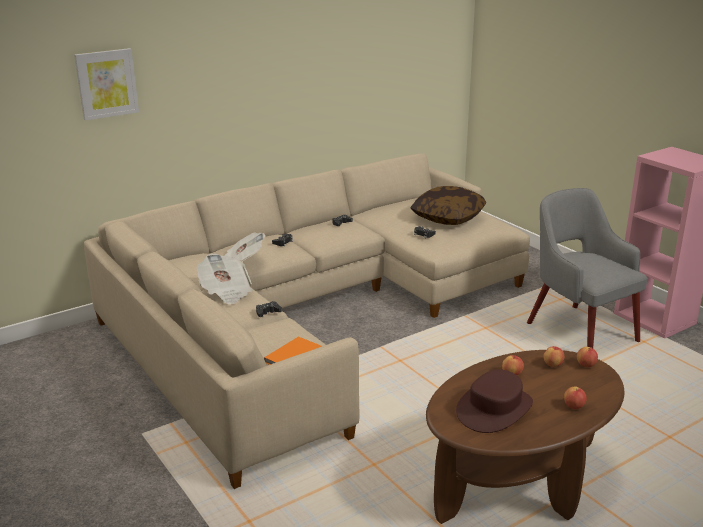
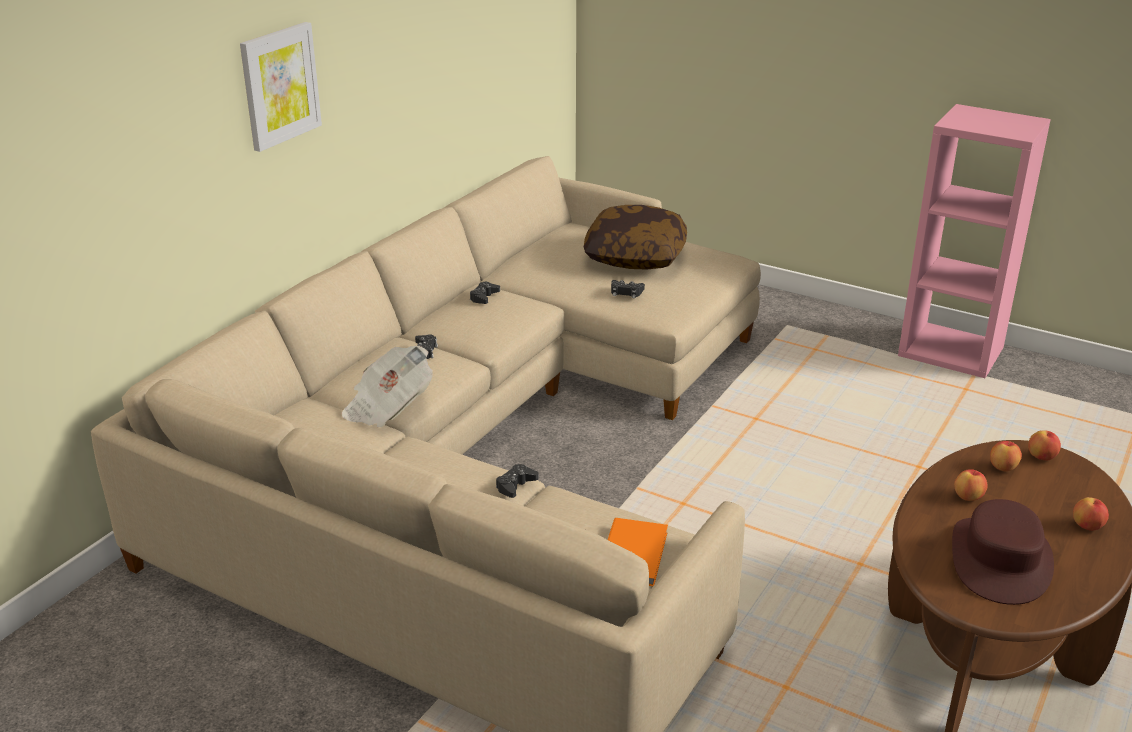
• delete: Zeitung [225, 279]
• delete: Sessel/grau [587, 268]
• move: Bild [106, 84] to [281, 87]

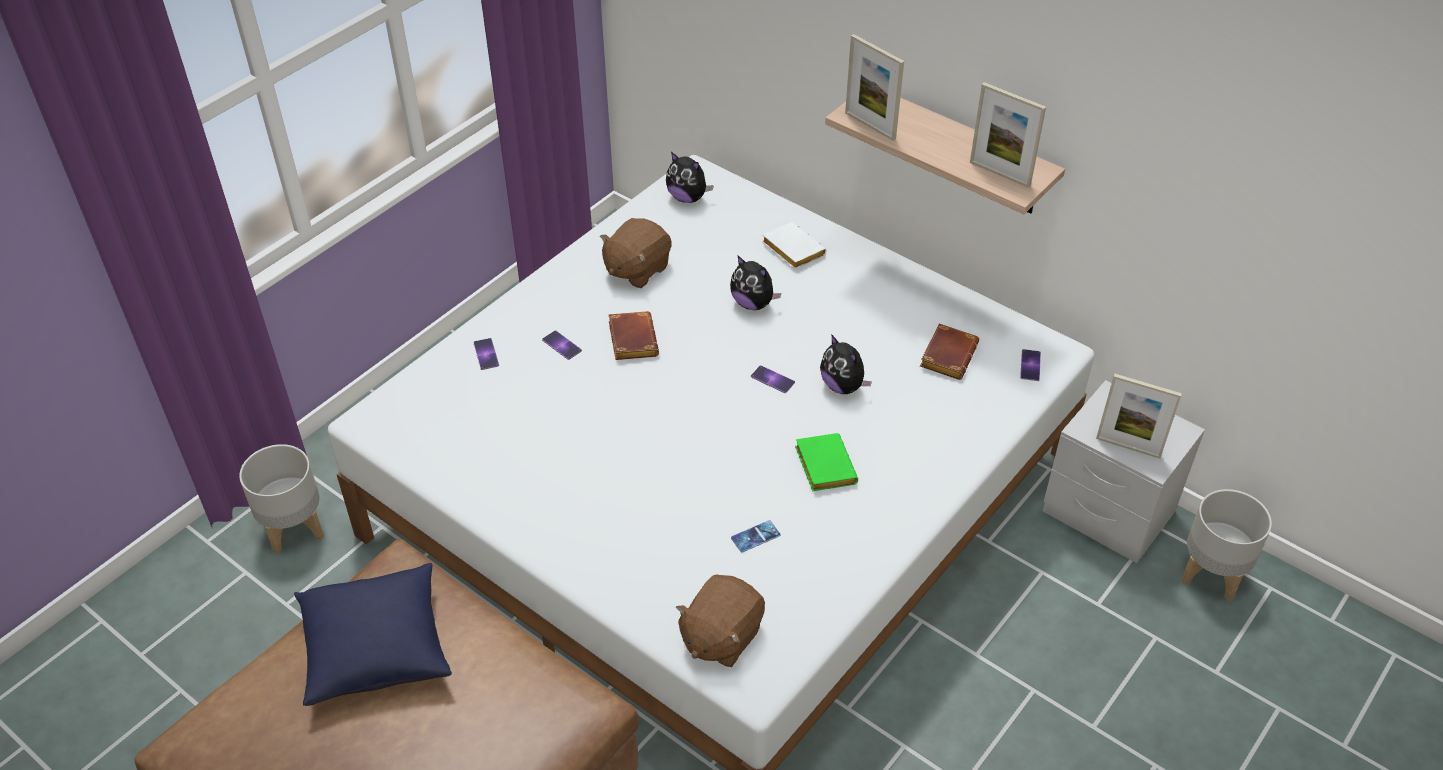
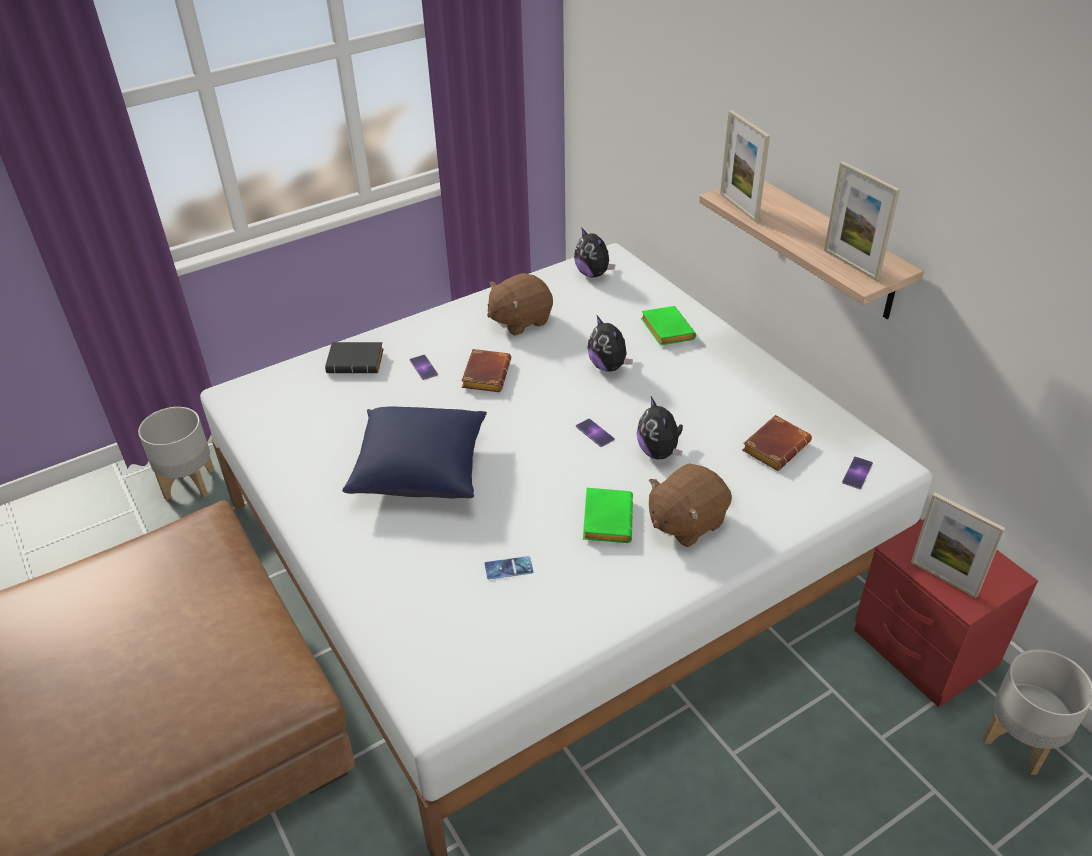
• move: Kissen/blau [373, 634] to [415, 452]
• move: Plüschtier/braun [720, 620] to [690, 505]
• replace: Handy [486, 354] to Buch/schwarz [354, 358]
• recolor: Buch/weiß [794, 245] to Buch/grün [668, 326]
• recolor: Nachttisch/grau [1124, 471] to Nachttisch/rot [946, 613]

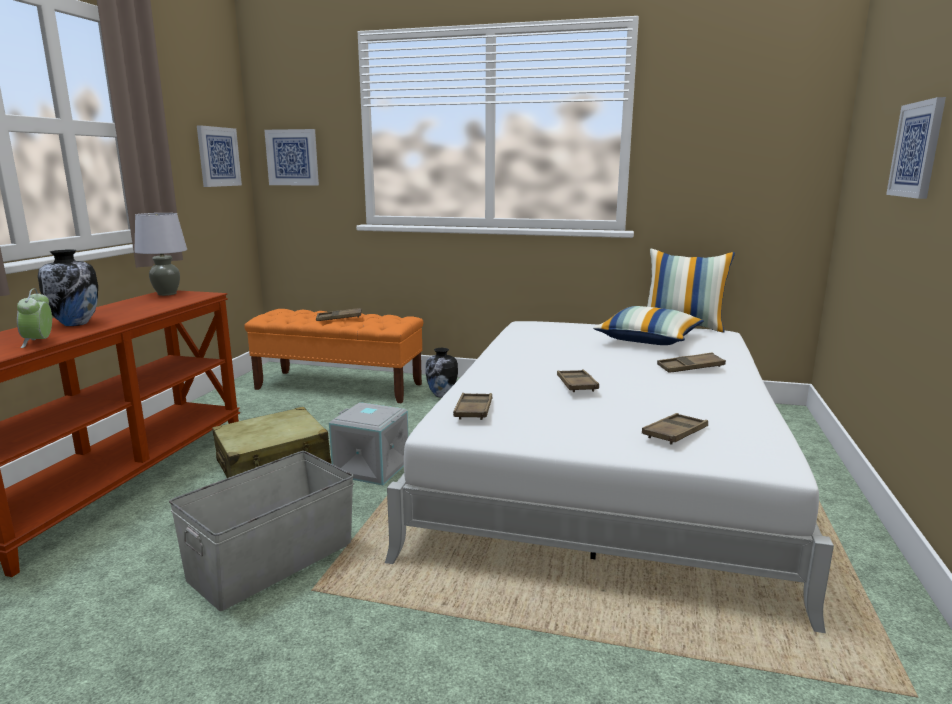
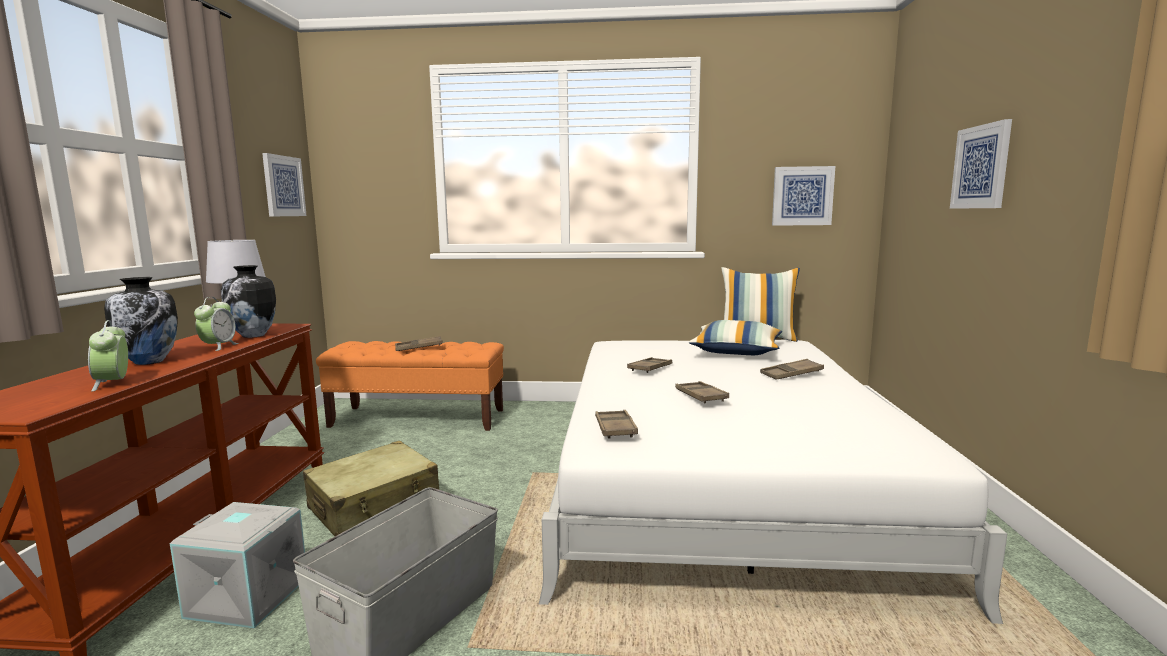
• insert: Wecker [216, 324]
• move: Bild [291, 157] to [803, 196]
• move: Aufbewahrungsbox/grau [368, 443] to [237, 565]
• move: Vase [441, 373] to [248, 301]
• move: Tablett/braun [675, 428] to [649, 365]

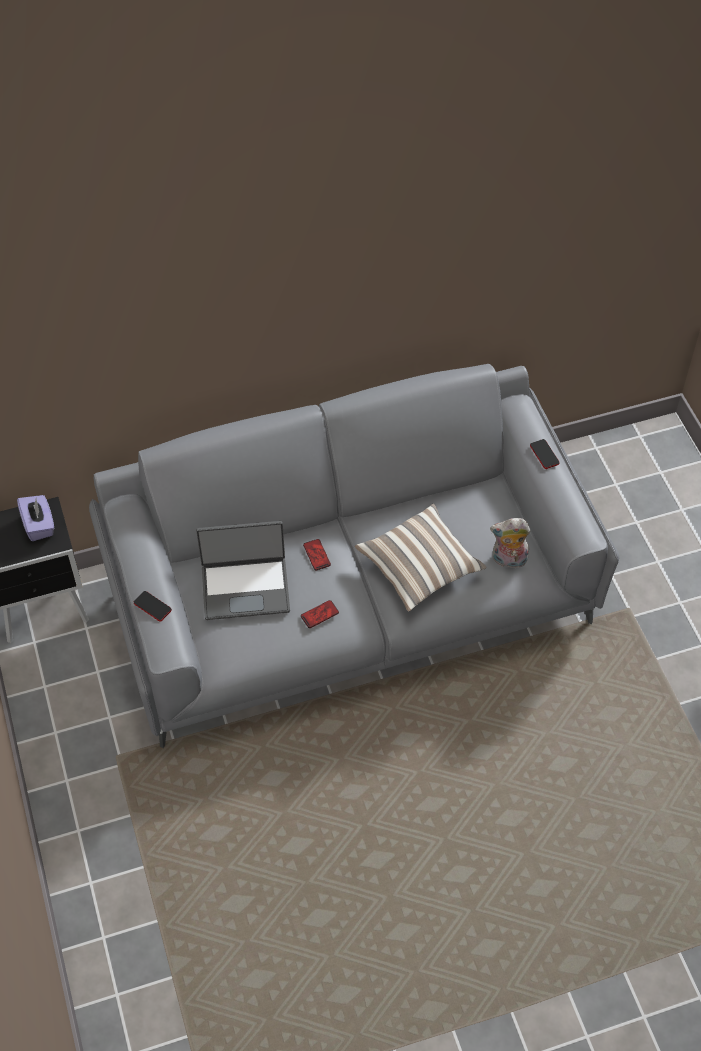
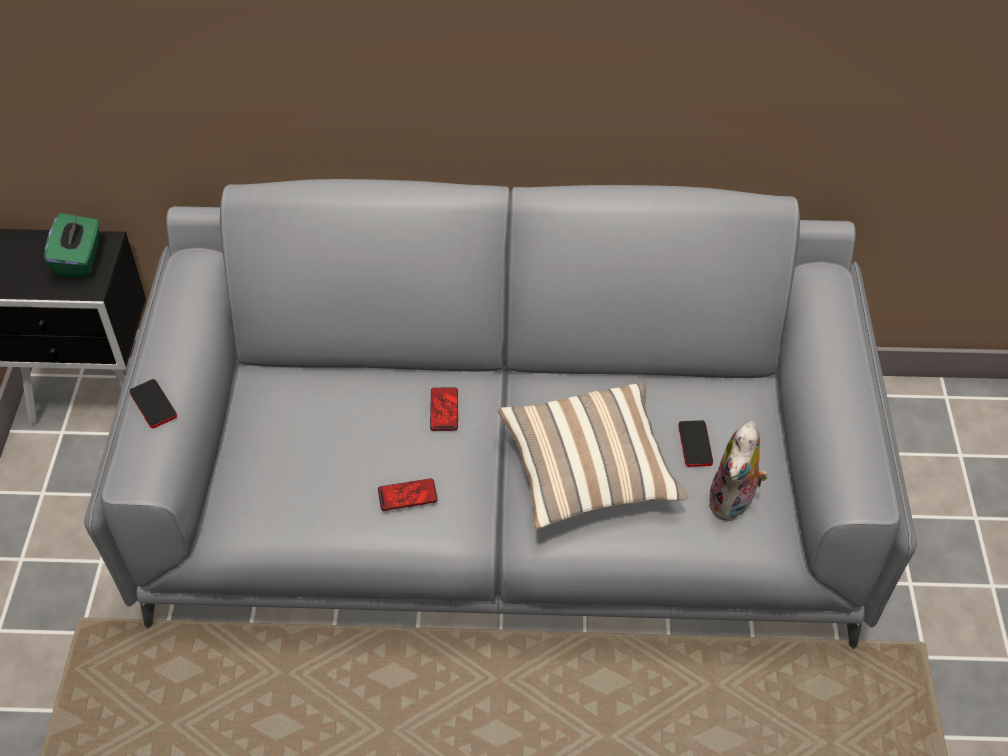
• delete: Laptop [243, 570]
• move: Handy [545, 454] to [696, 443]
• recolor: Taschentuchbox/lila [35, 518] to Taschentuchbox/grün [71, 245]
• rotate: Plüschtier [510, 543] = [738, 471] 90 degrees counterclockwise

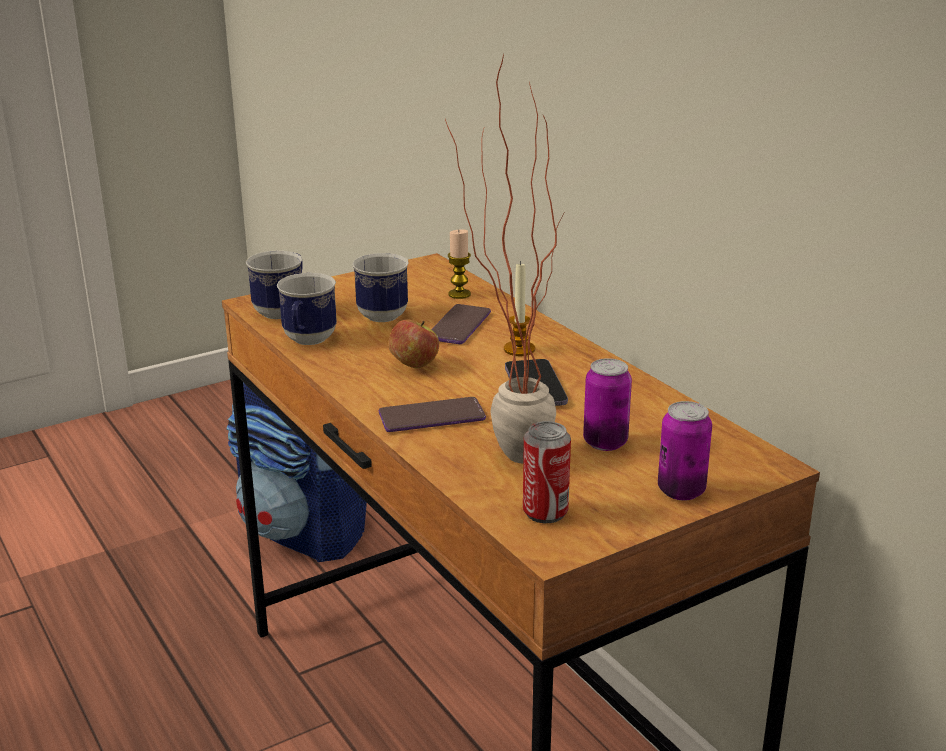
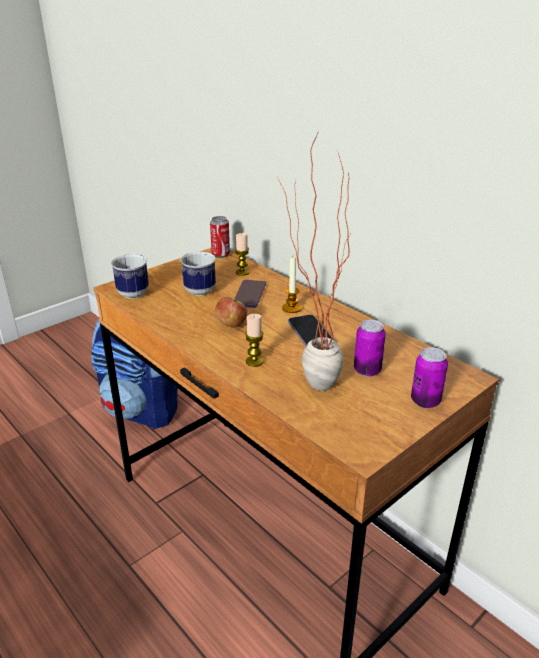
• delete: Henkelbecher [307, 309]
• move: Dose [547, 472] to [220, 237]
• replace: Handy [432, 414] to Kerze [254, 340]

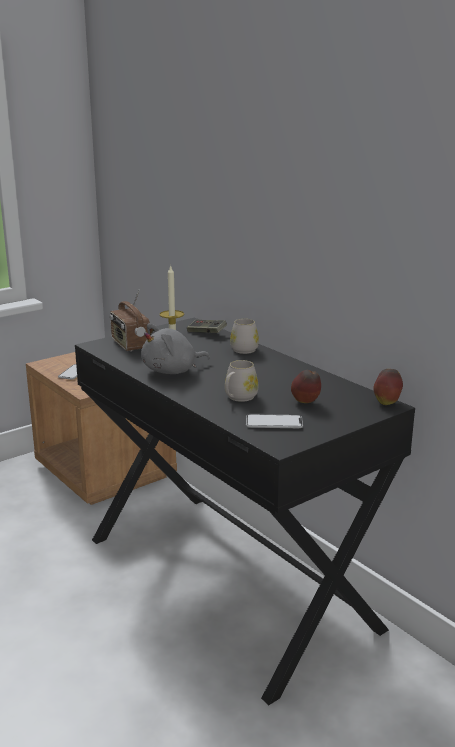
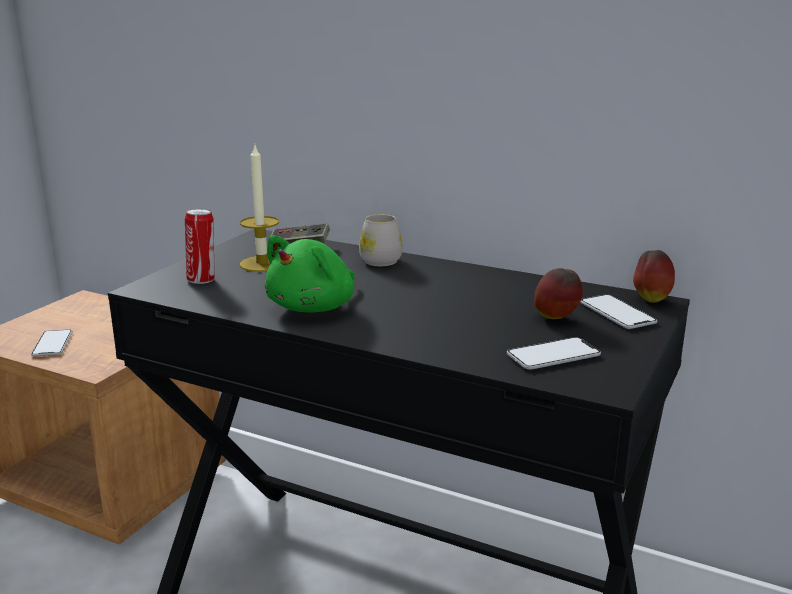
• delete: Henkelbecher/weiß [241, 381]
• insert: Handy [618, 311]
• replace: Radio [130, 320] to Dose [200, 246]
• recolor: Plüschtier/grau [175, 348] to Plüschtier/grün [310, 274]

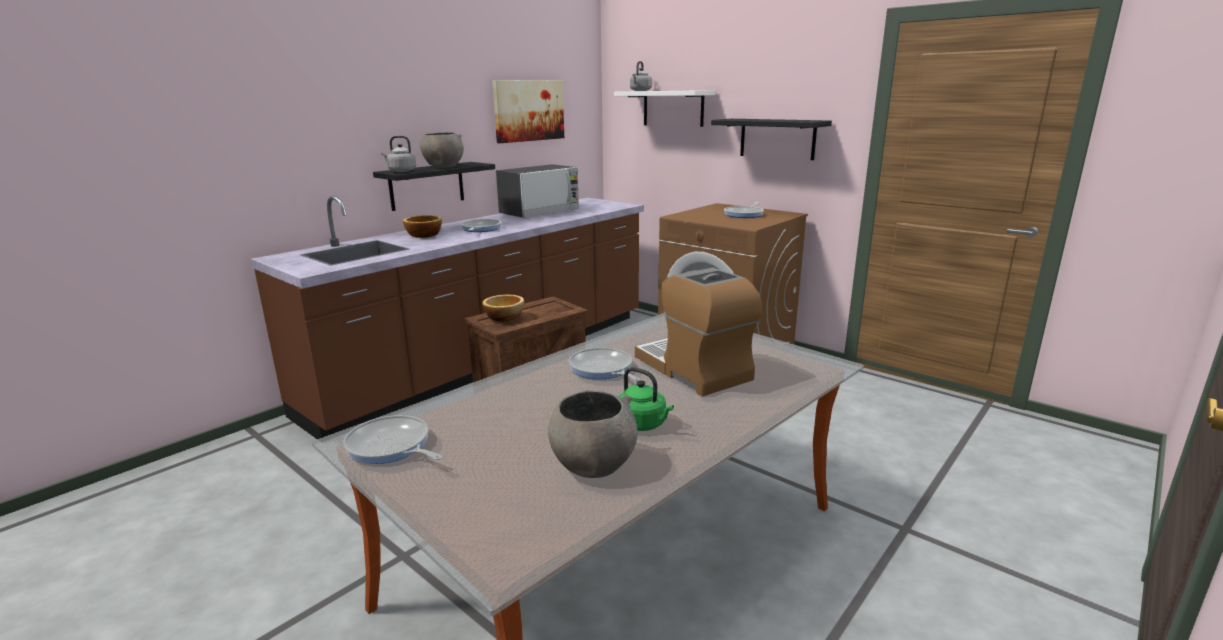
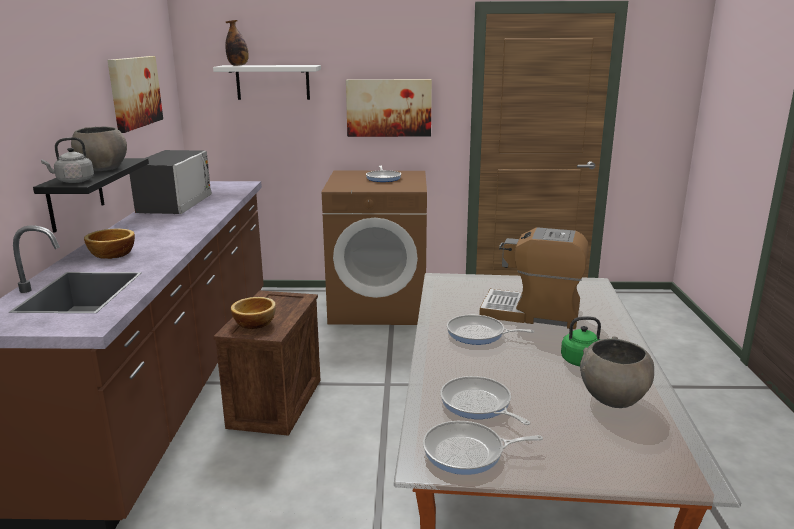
• move: Pfanne [481, 225] to [486, 400]
• replace: Wasserkessel/grau [641, 76] to Flasche [237, 43]
• replace: Wandregal/schwarz [771, 139] to Bild [389, 108]

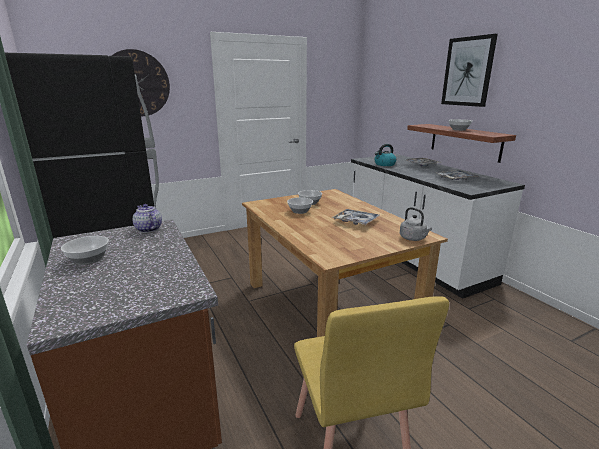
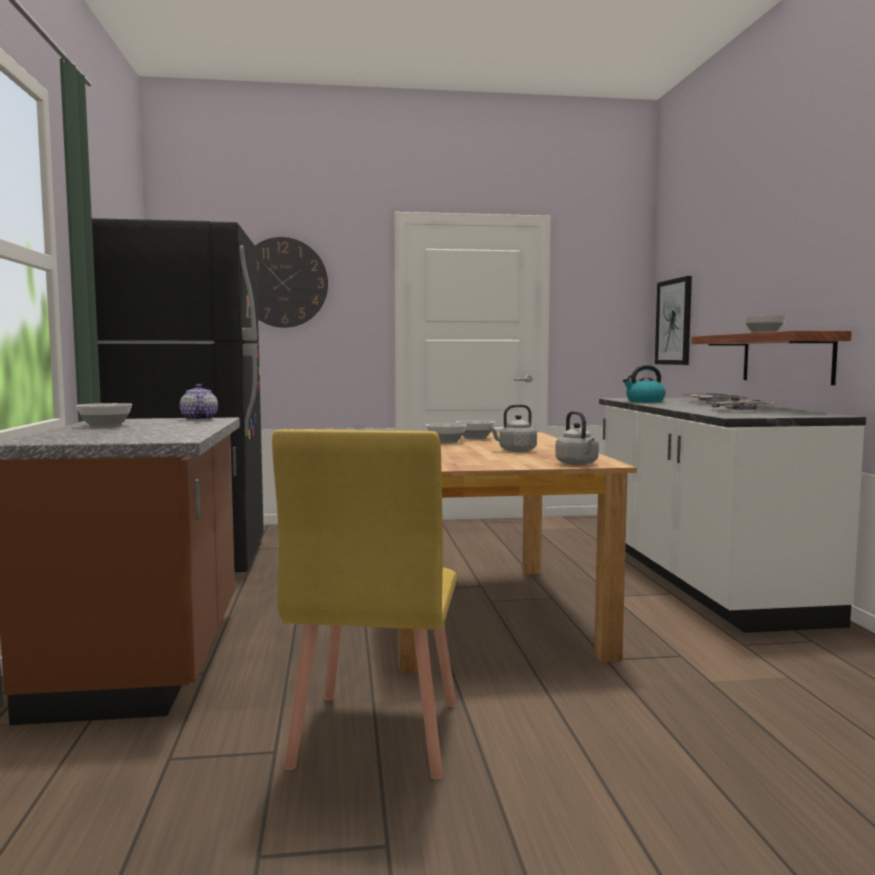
• move: Bild [469, 70] to [673, 320]
• replace: Tablett [355, 217] to Wasserkessel/grau [513, 428]

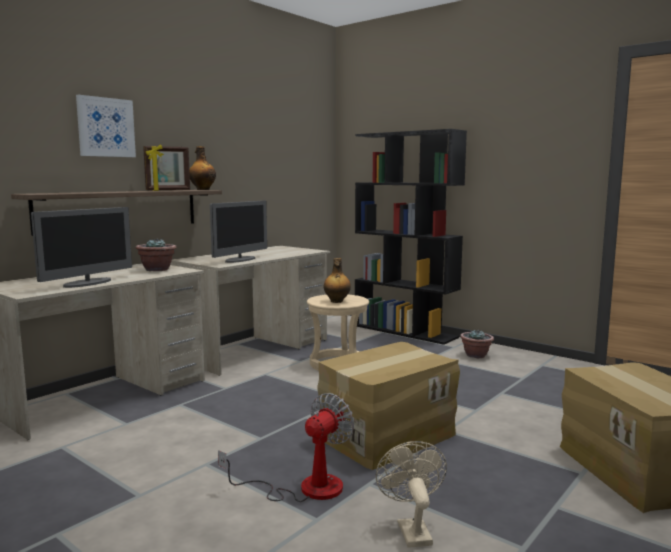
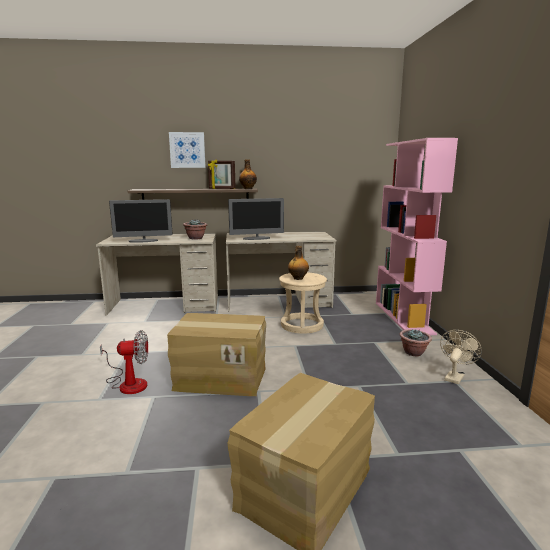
• move: Ventilator/beige [411, 494] to [461, 357]
• recolor: Bücherregal/schwarz [411, 237] to Bücherregal/rosa [417, 236]

